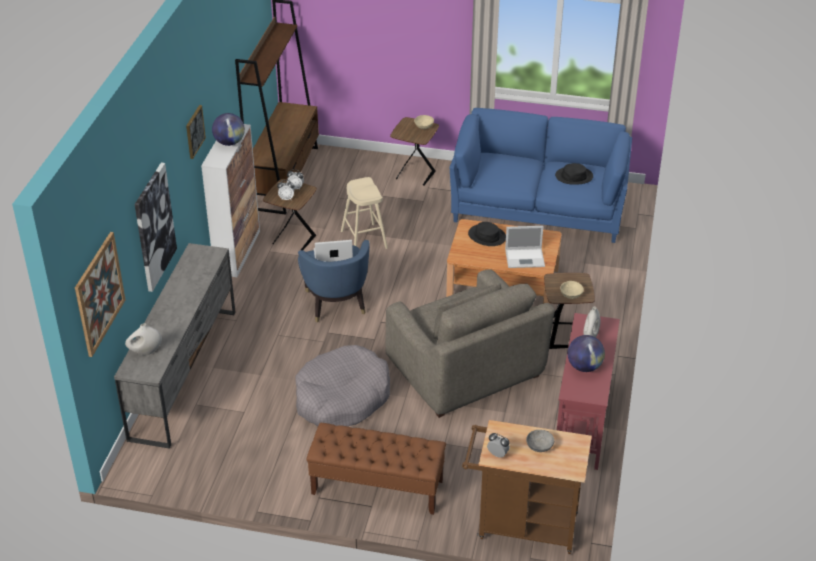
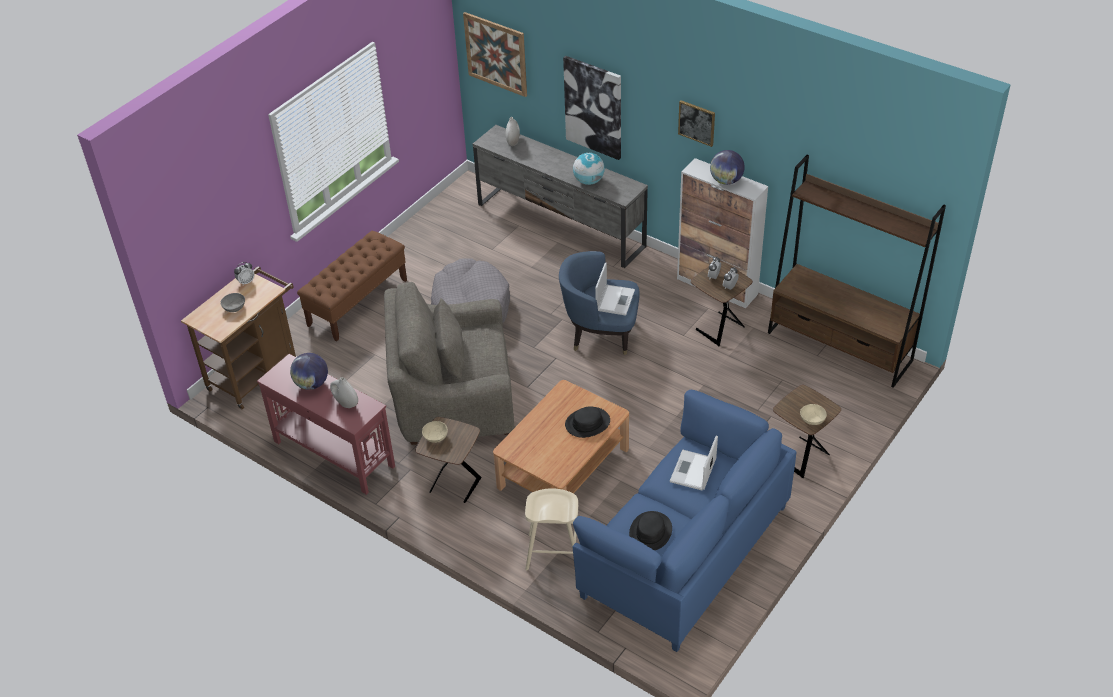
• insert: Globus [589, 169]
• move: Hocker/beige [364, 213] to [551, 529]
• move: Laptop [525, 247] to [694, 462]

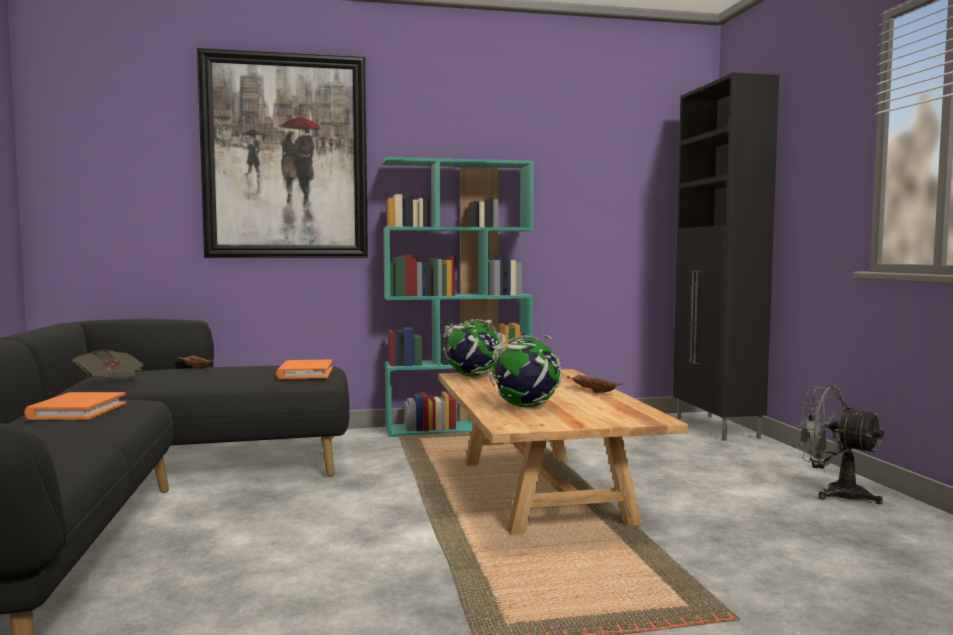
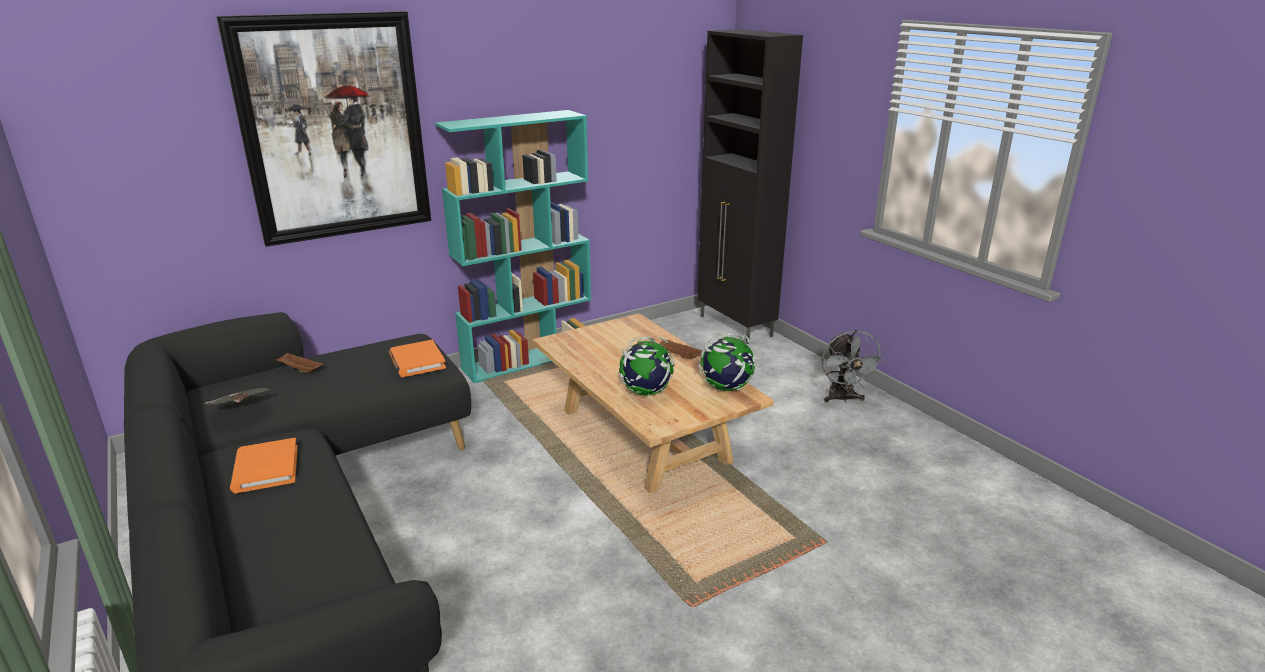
• move: Globus [472, 348] to [727, 362]
• rotate: Ventilator/grau [839, 444] = [853, 366] 120 degrees counterclockwise

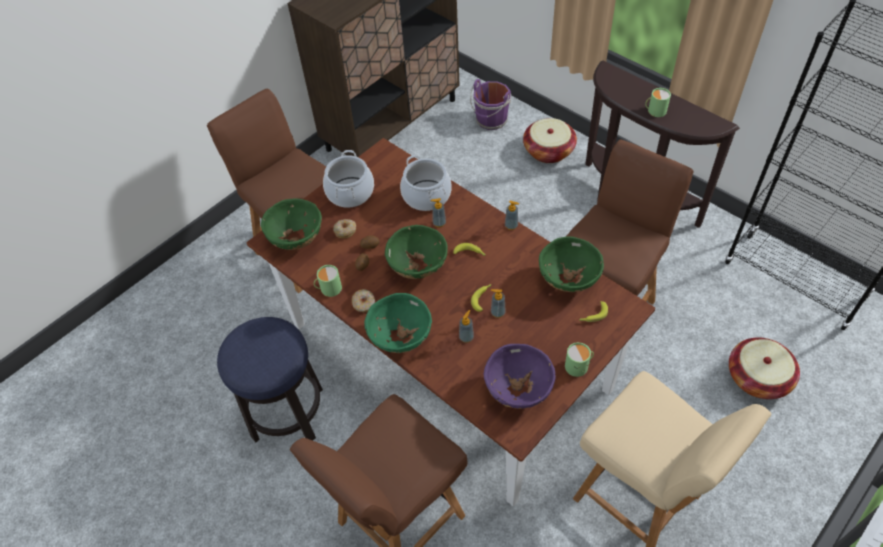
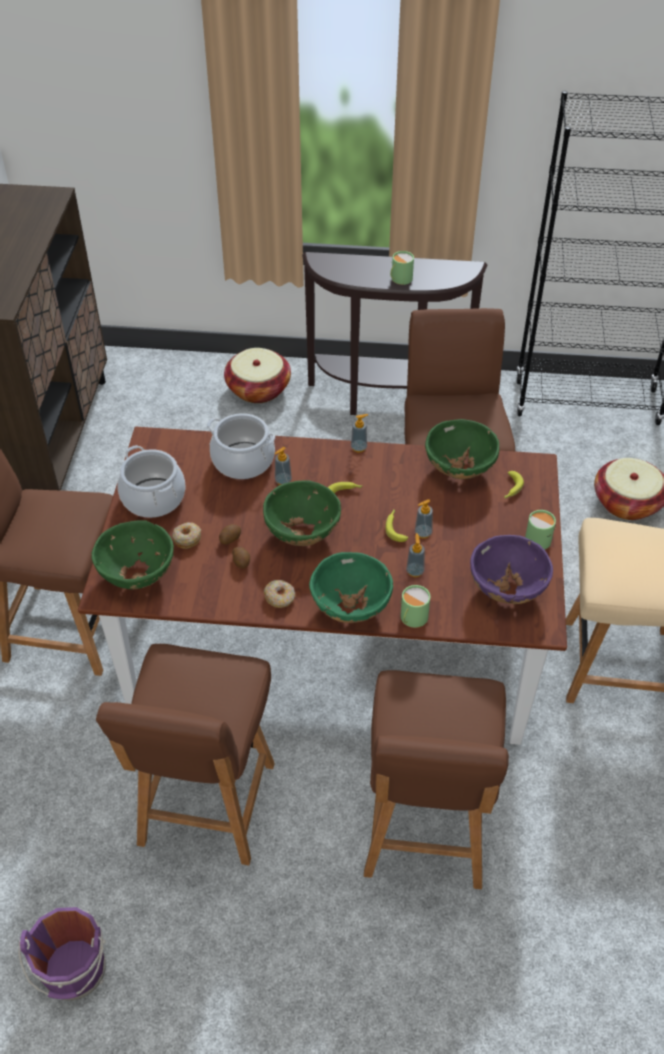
• move: Henkelbecher/grün [328, 281] to [415, 606]
• move: Eimer/lila [490, 104] to [62, 953]
• replace: Hocker [270, 379] to Stuhl/braun [185, 754]

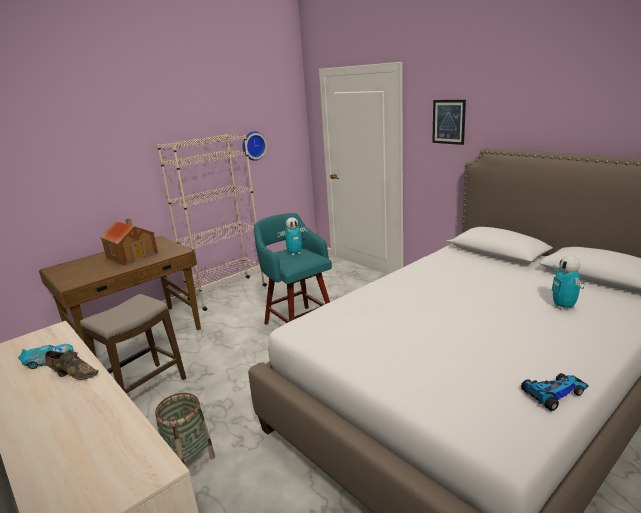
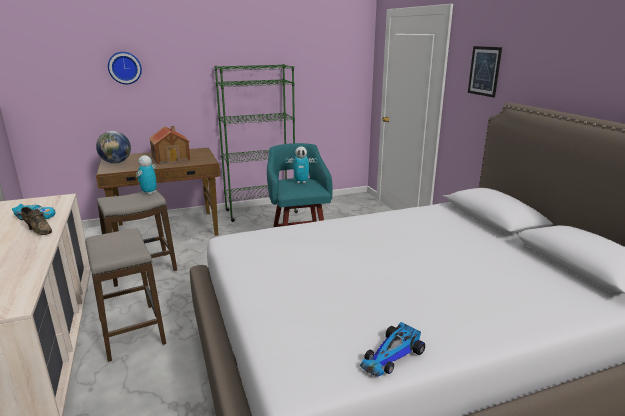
• insert: Globus [113, 147]
• move: Wanduhr [255, 146] to [125, 68]
• move: Spielzeugroboter [568, 282] to [146, 175]
• replace: Korb [185, 429] to Hocker [125, 295]
• recolor: Bücherregal/beige [212, 222] to Bücherregal/grün [256, 143]
• rotate: Spielzeugauto [555, 392] = [392, 349] 135 degrees clockwise

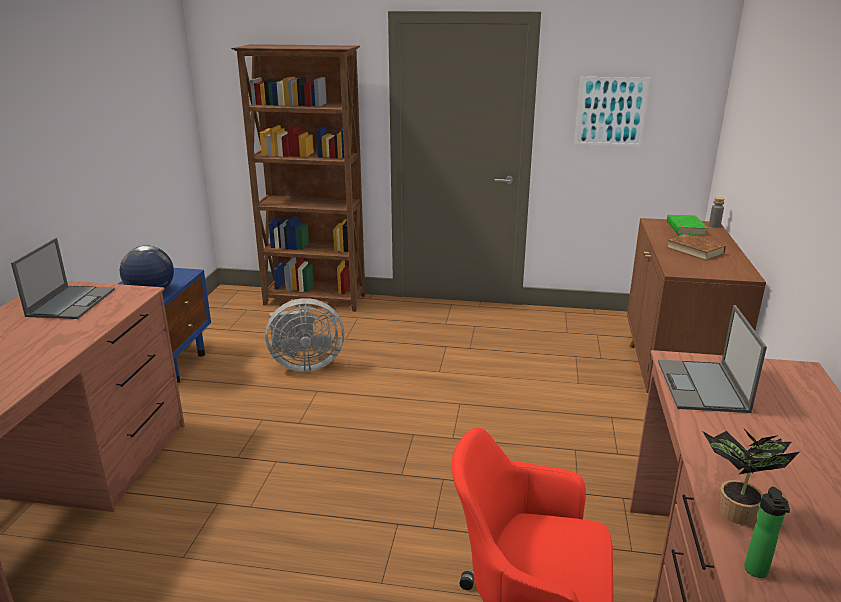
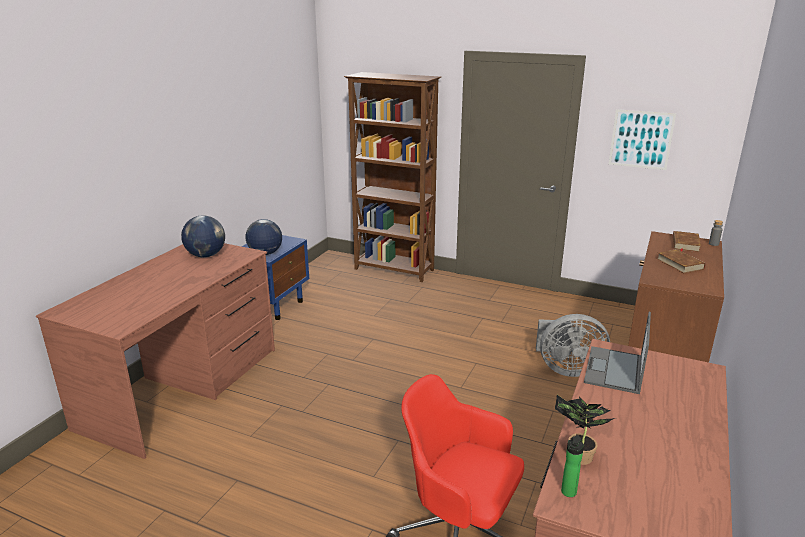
• move: Ventilator/grau [304, 335] to [573, 345]
• replace: Laptop [63, 278] to Globus [203, 236]
• recolor: Buch/grün [687, 225] to Buch/braun [687, 241]

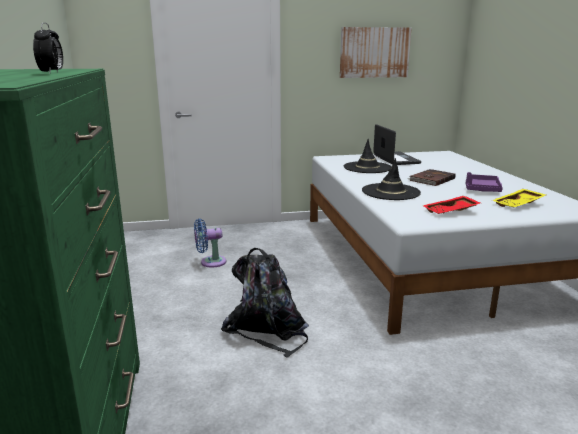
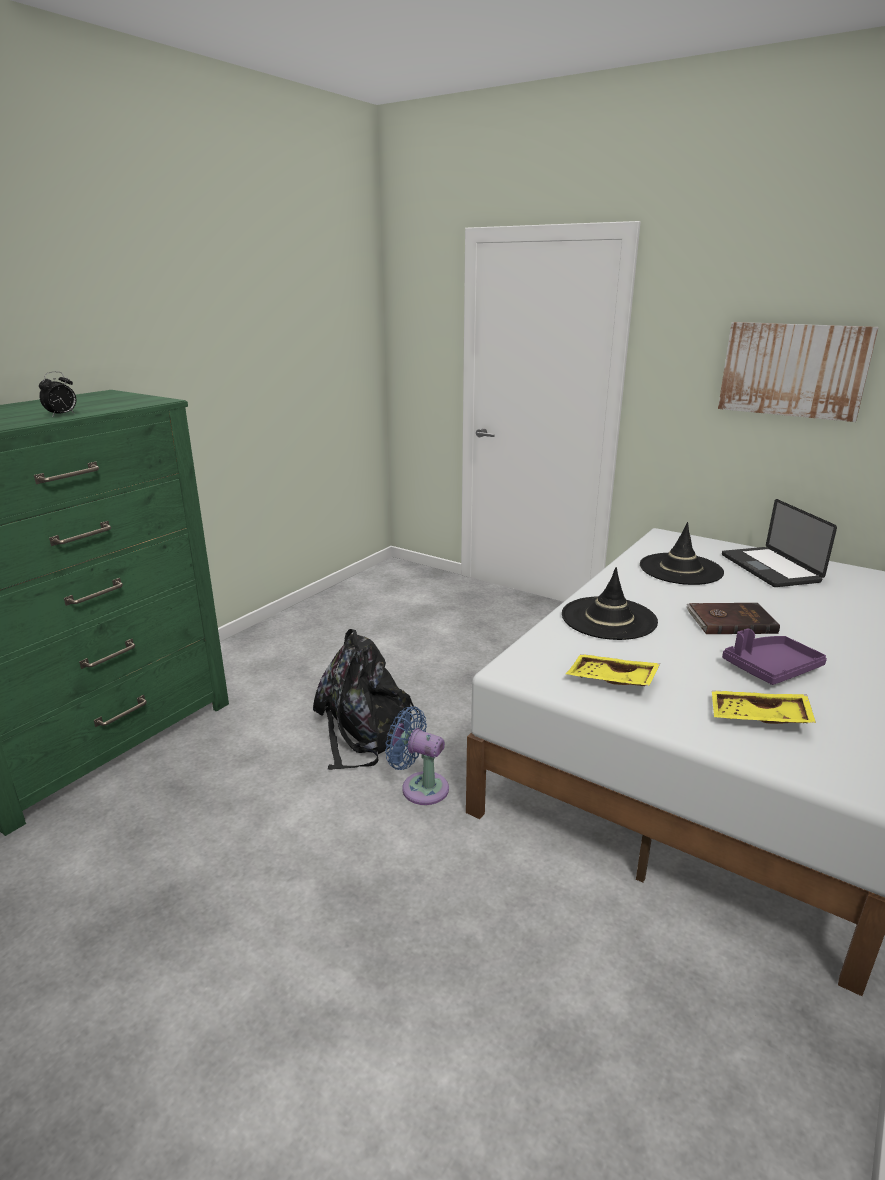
• move: Ventilator/blau [210, 243] to [417, 755]
• recolor: Tablett/rot [451, 205] to Tablett/gelb [613, 670]
• rotate: Laptop [397, 144] = [779, 543] 135 degrees clockwise

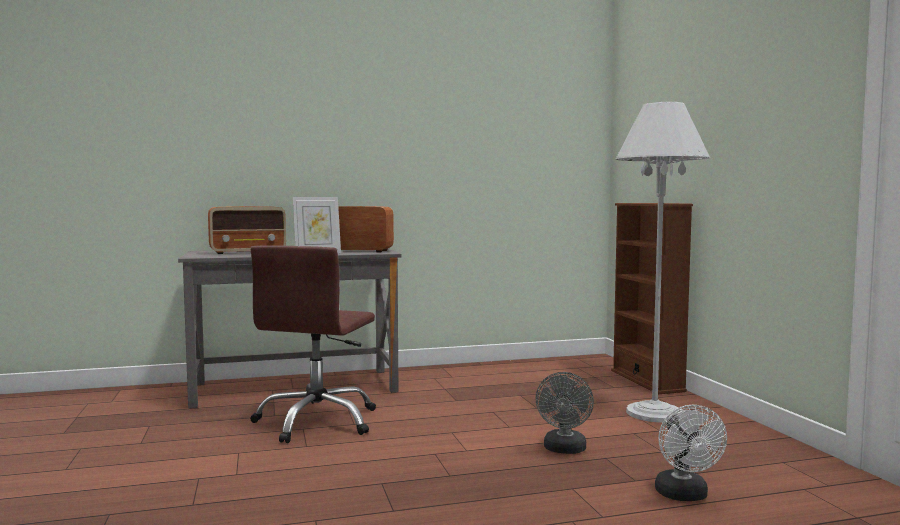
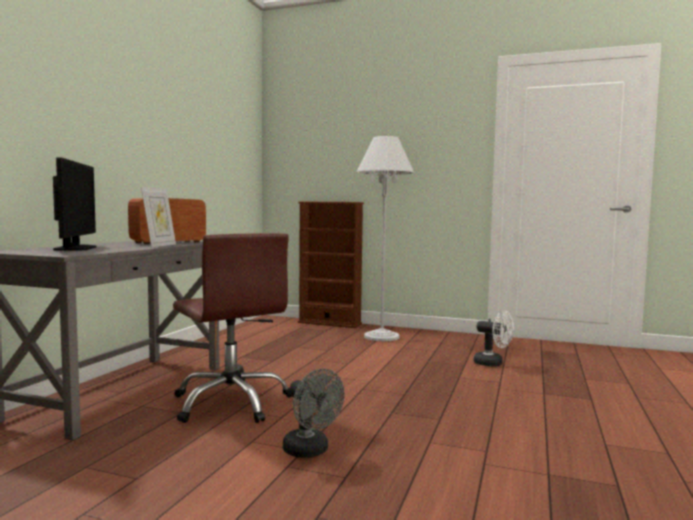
• move: Ventilator/grau [564, 413] to [314, 413]
• replace: Radio [247, 230] to Monitor [74, 203]

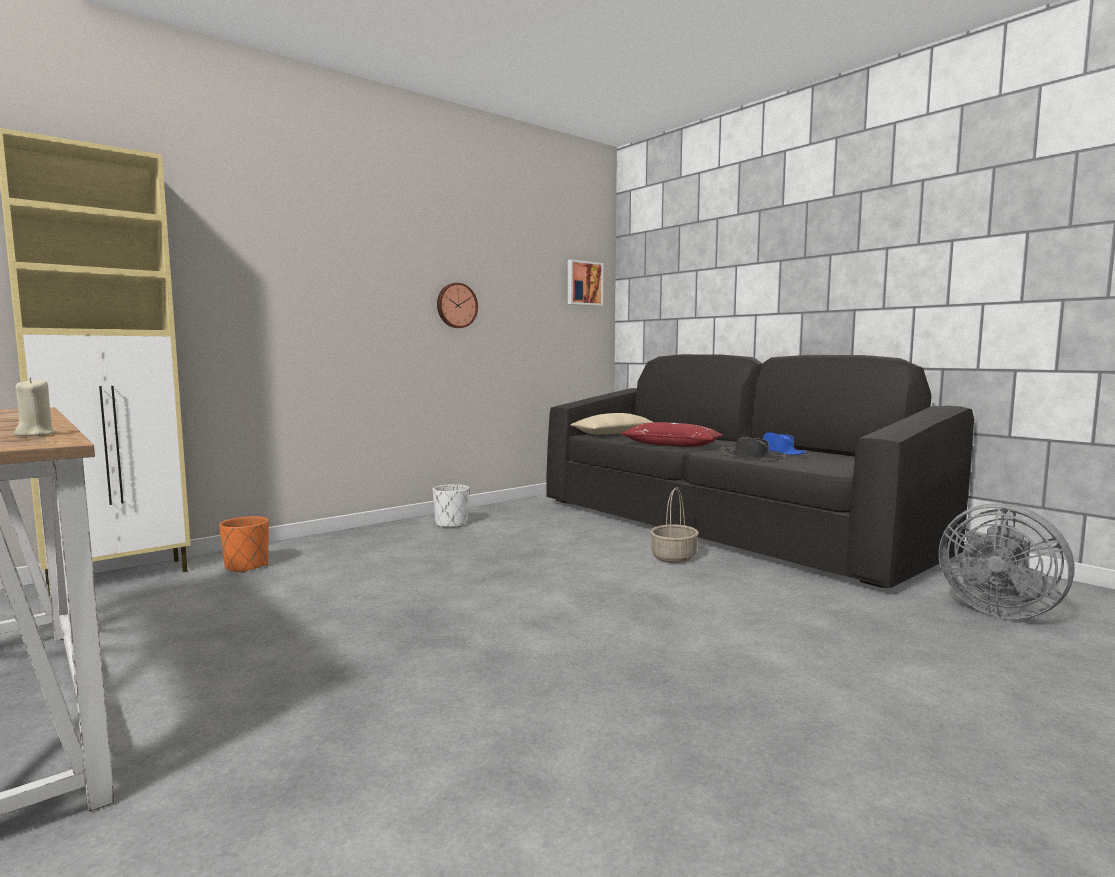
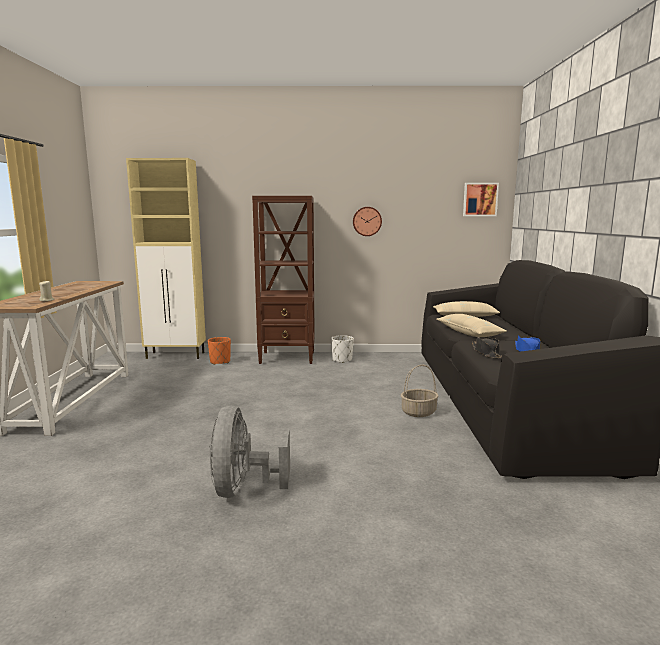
• insert: Bücherregal/braun [283, 280]
• move: Ventilator/grau [1006, 561] to [249, 452]
• recolor: Kissen/rot [671, 434] to Kissen/beige [471, 325]

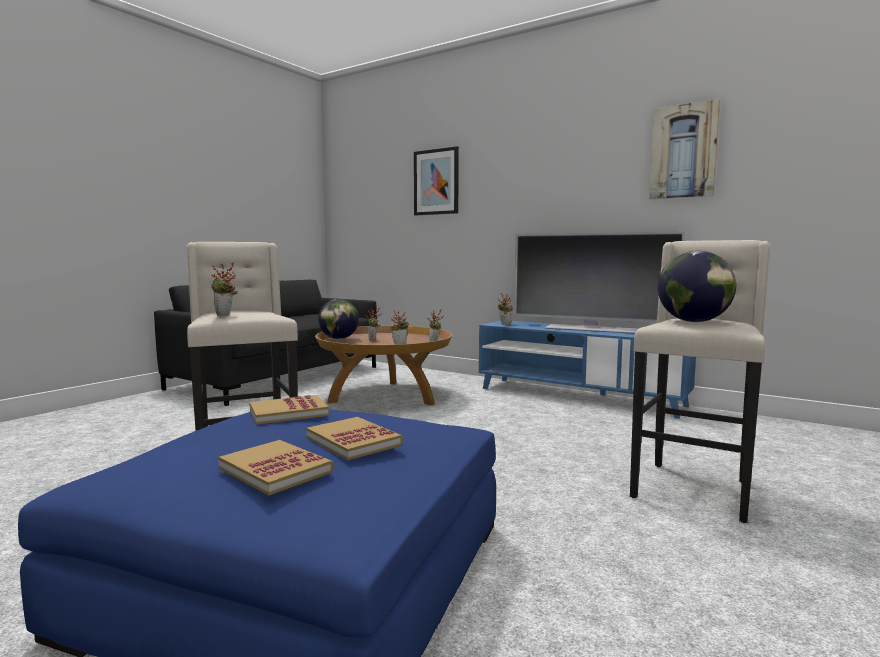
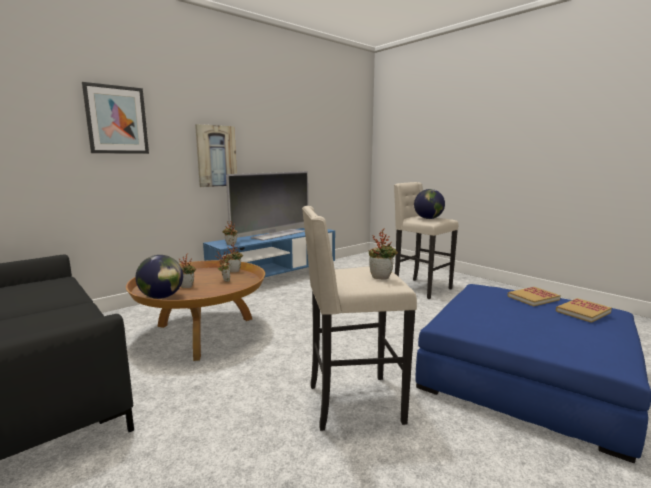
• delete: Buch [289, 410]
• move: Bild [684, 149] to [216, 155]

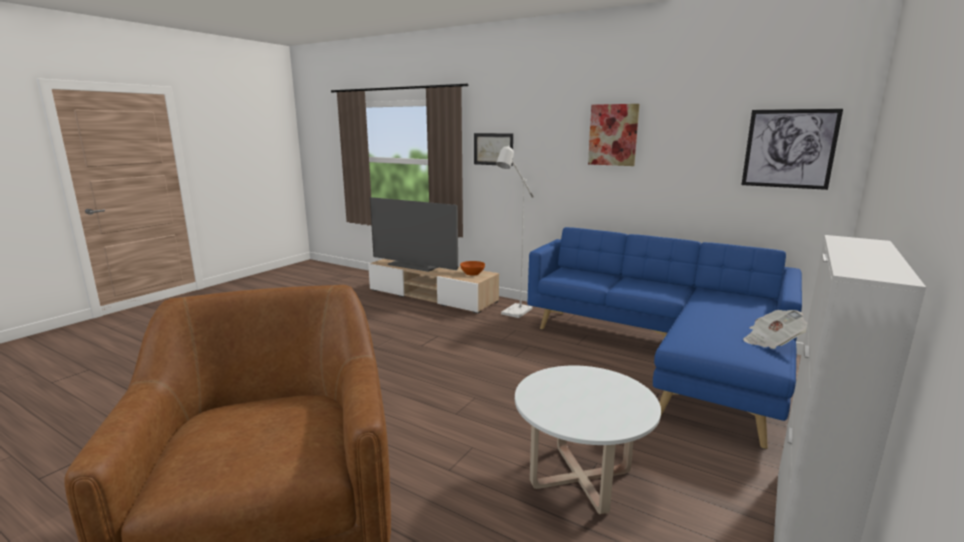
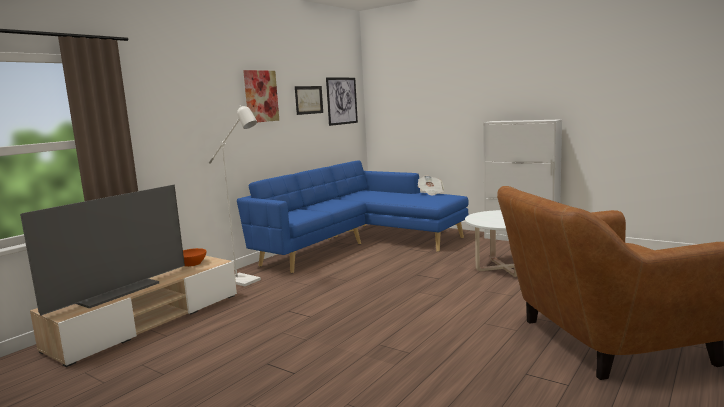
• move: Bild [493, 149] to [309, 100]

